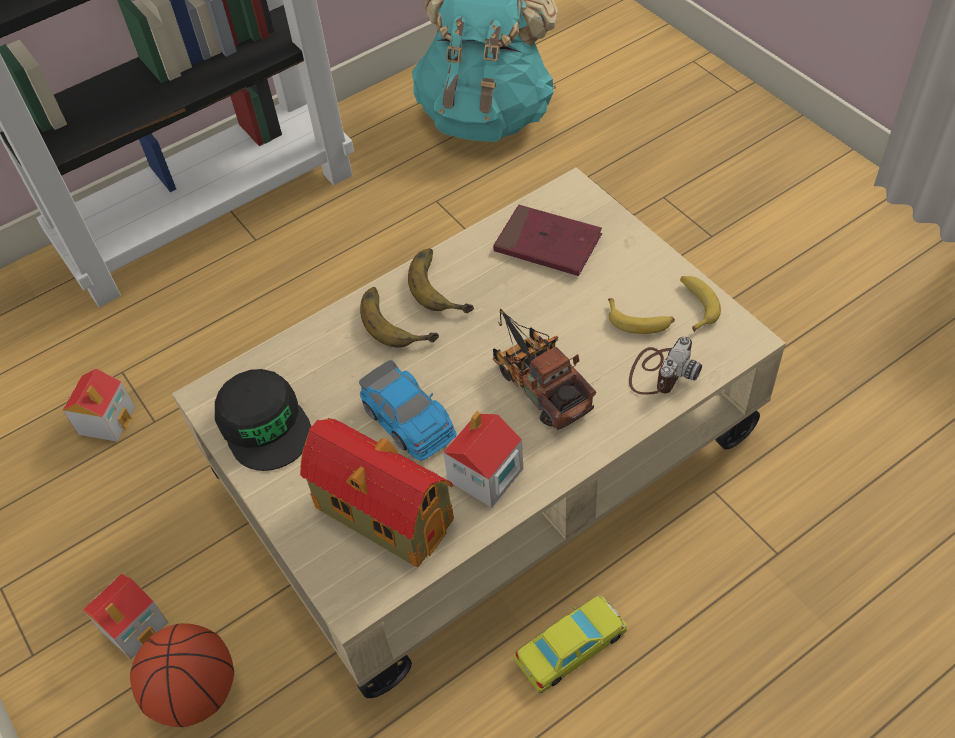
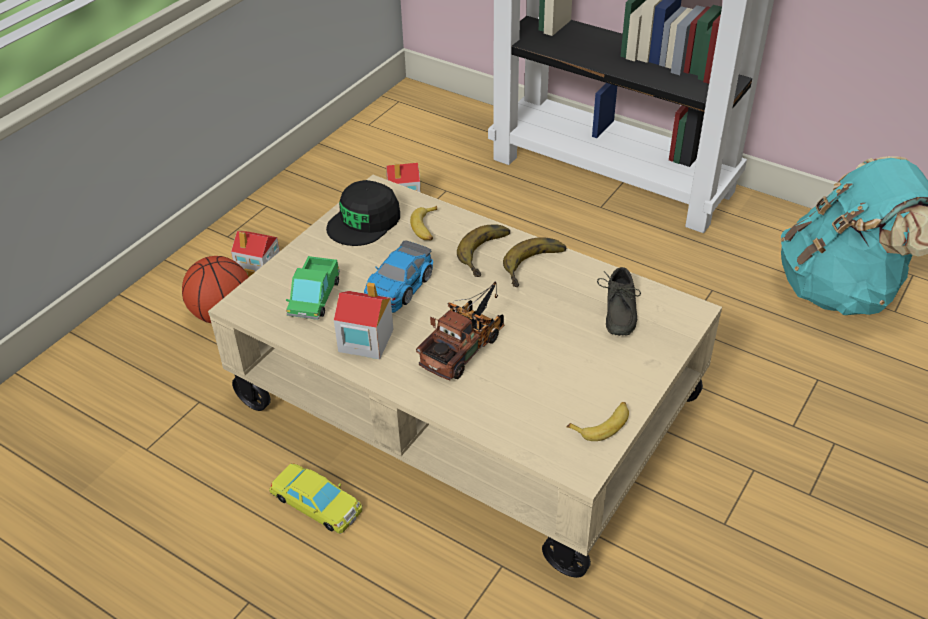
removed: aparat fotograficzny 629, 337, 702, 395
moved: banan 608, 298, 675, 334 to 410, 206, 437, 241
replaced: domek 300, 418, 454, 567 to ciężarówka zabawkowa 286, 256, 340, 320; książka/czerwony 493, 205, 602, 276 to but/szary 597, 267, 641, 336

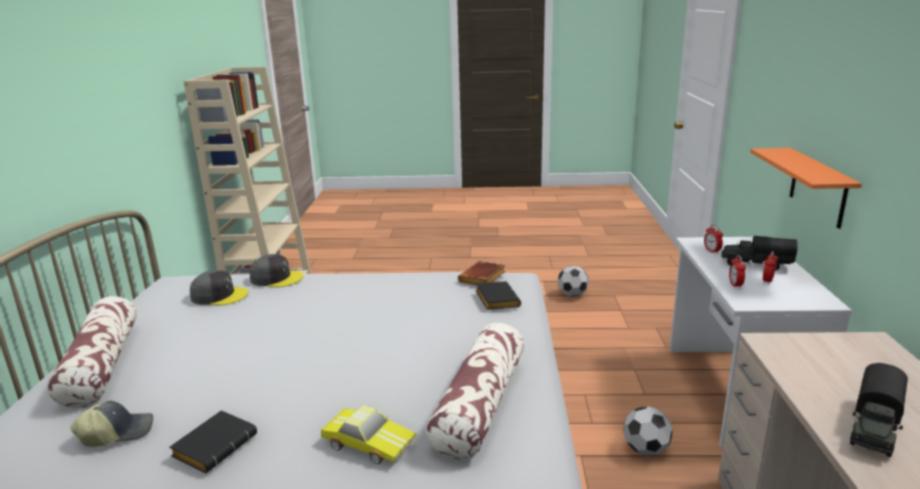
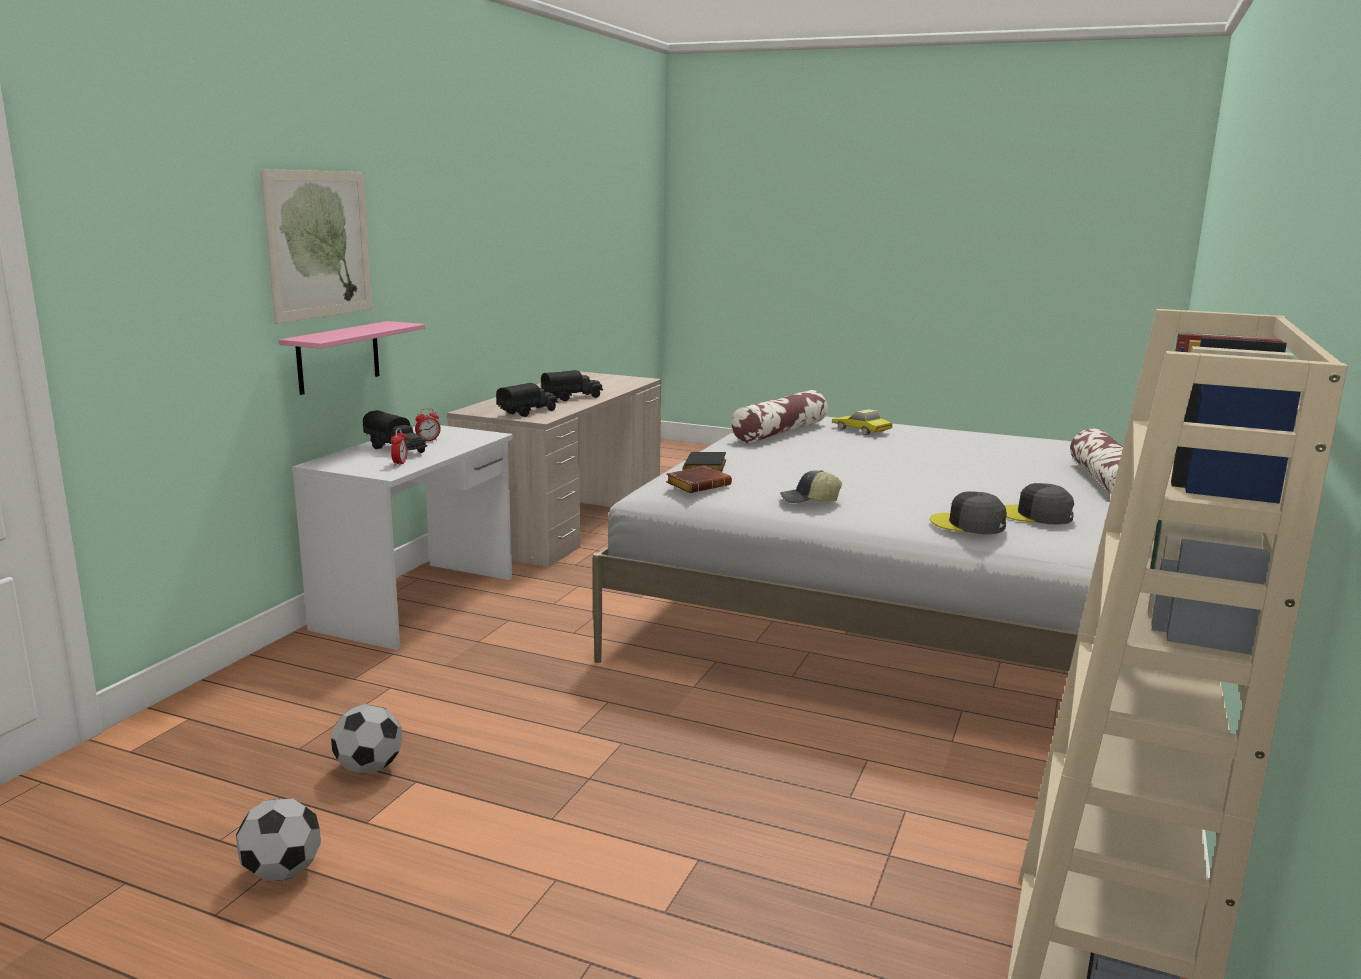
removed: książka/czarny 169, 410, 257, 473; budzik 729, 255, 746, 289
added: obraz 260, 169, 373, 324; ciężarówka zabawkowa 496, 383, 558, 417
moved: czapka z daszkiem 71, 400, 153, 447 to 780, 470, 842, 503; piłka futbolowa 623, 406, 673, 456 to 236, 798, 321, 882
recoloured: półka/pomarańczowy 750, 148, 862, 229 to półka/różowy 279, 321, 425, 395

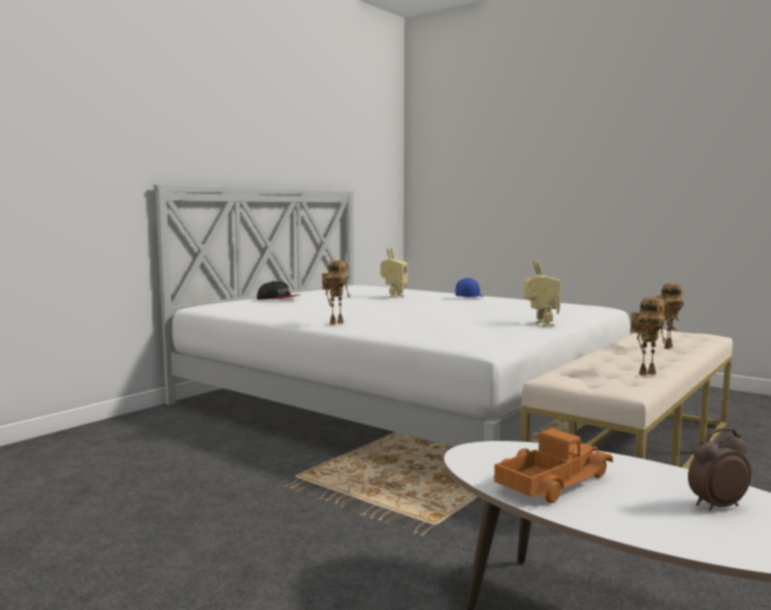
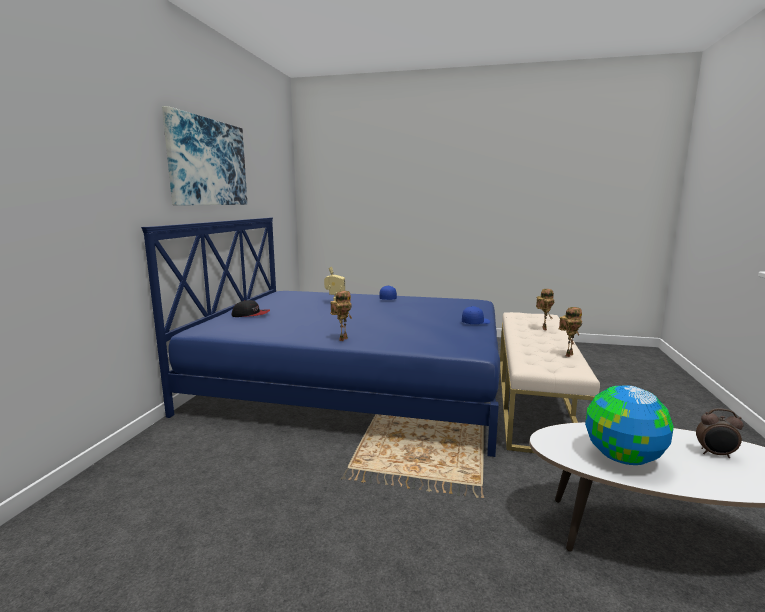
added: obraz 162, 106, 247, 205
replaced: ciężarówka zabawkowa 493, 428, 613, 503 to globus 585, 386, 674, 465; robot zabawkowy 523, 261, 561, 326 to czapka z daszkiem/niebieski 462, 306, 490, 324
recoloured: łóżko/biały 153, 185, 630, 447 to łóżko/niebieski 141, 217, 500, 457
turned: budzik 688, 427, 751, 511 = 696, 408, 744, 458 120 degrees counterclockwise

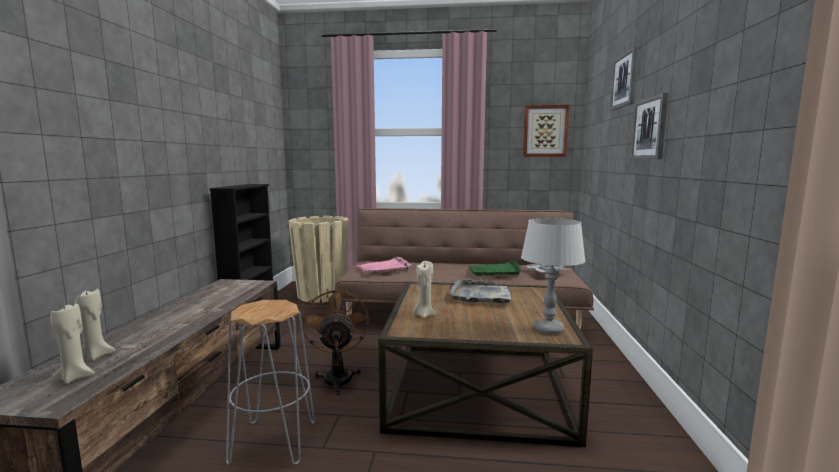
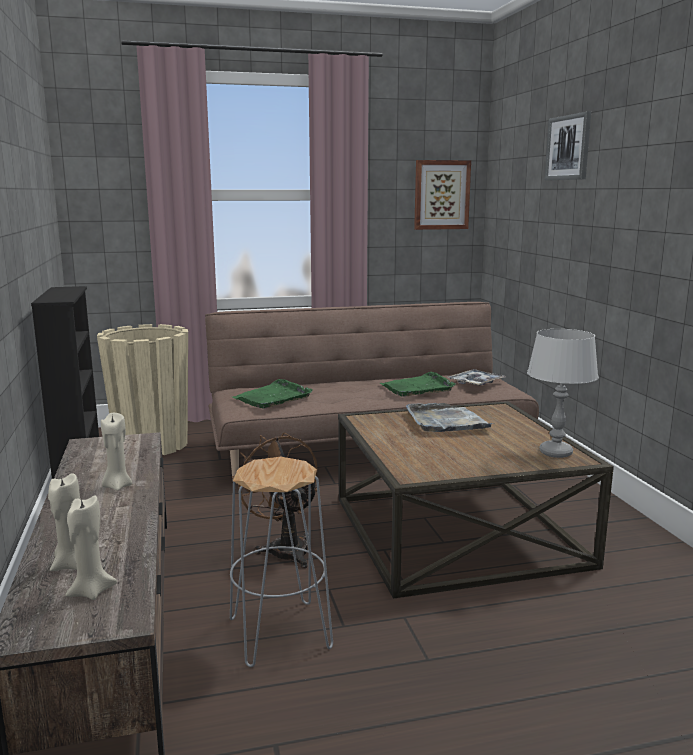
removed: obraz 630, 93, 668, 159
moved: świeca/beżowy 413, 261, 435, 318 to 101, 413, 132, 491
recoloured: taca/różowy 357, 257, 412, 274 to taca/zielony 233, 379, 313, 409

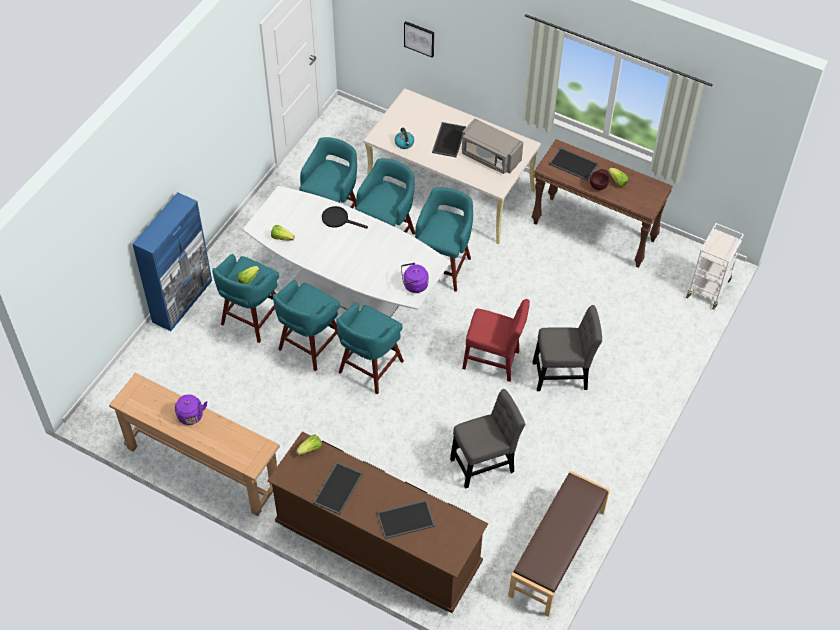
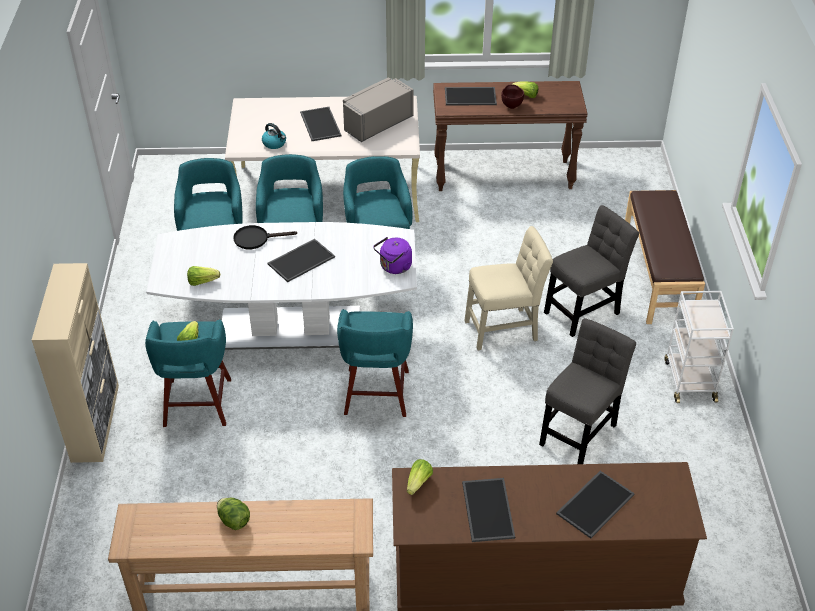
removed: stołek/turkusowy 273, 280, 340, 371; obraz 404, 21, 434, 58
added: taca 268, 239, 335, 282
moved: ławka/brązowy 508, 471, 610, 617 to 625, 190, 705, 324; wózek/biały 686, 223, 744, 310 to 665, 291, 734, 403
replaced: czajnik/fioletowy 175, 394, 207, 425 to sałata 217, 498, 250, 530
recoloured: szafka/niebieski 132, 192, 212, 331 to szafka/beżowy 32, 263, 119, 463; krzesło/czerwony 462, 299, 530, 382 to krzesło/beżowy 464, 226, 553, 350
turned: mikrofalówka/szary 462, 118, 523, 174 = 343, 77, 414, 142 135 degrees clockwise

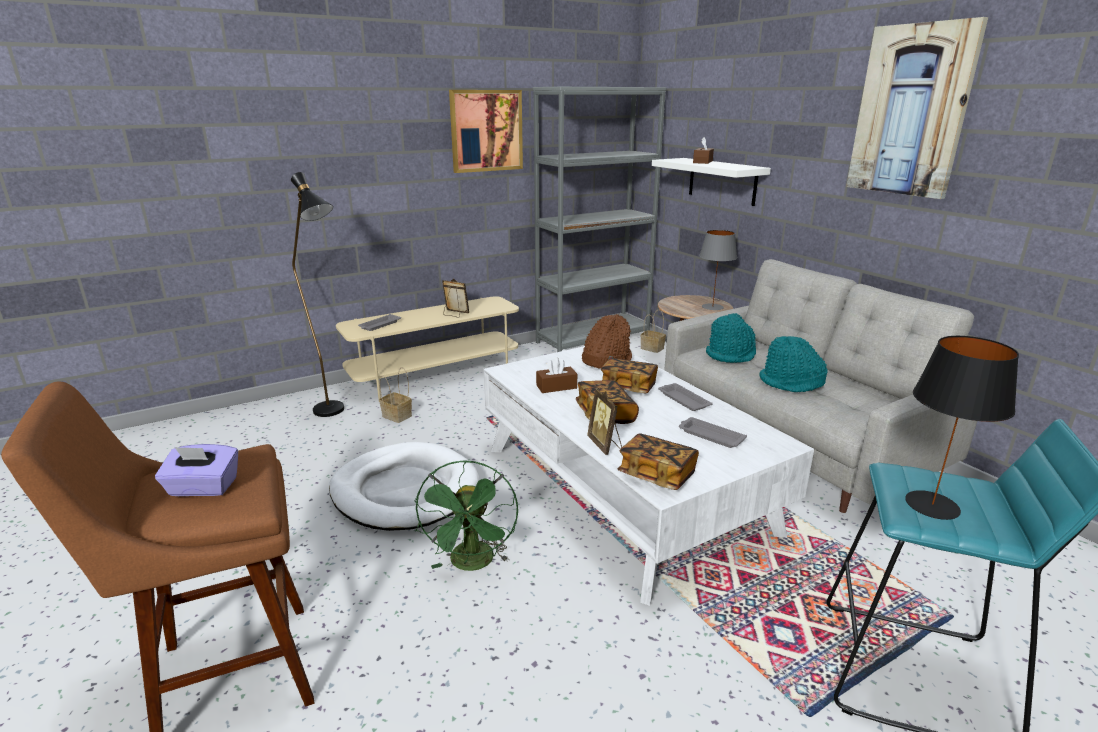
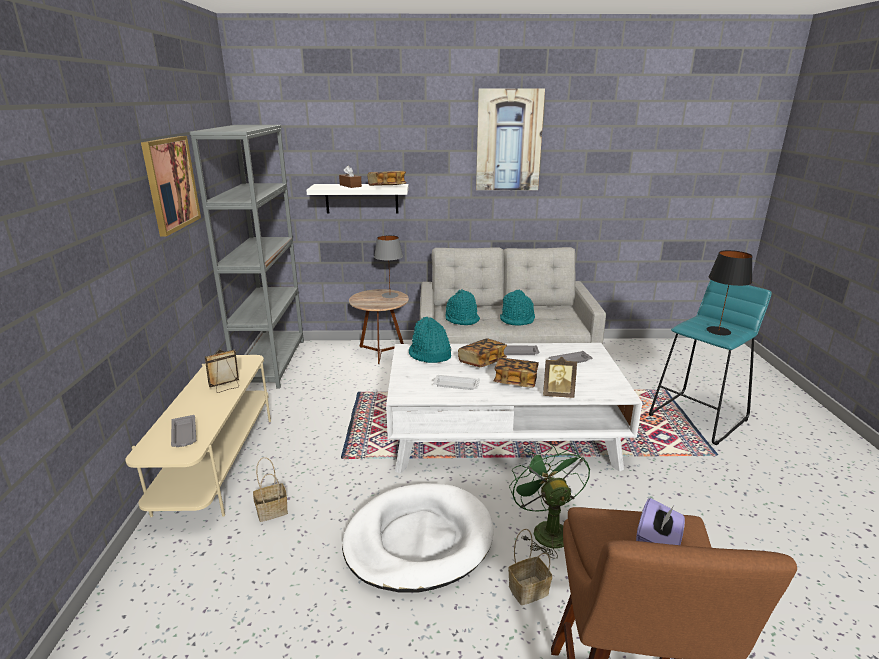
removed: lampa stojąca/czarny 291, 172, 344, 417
moved: książka 617, 433, 699, 490 to 367, 171, 406, 186; koszyk 640, 310, 666, 353 to 508, 529, 552, 605
replaced: pudełko chusteczek/brązowy 536, 357, 577, 393 to taca/biały 433, 375, 480, 390
recoloured: kapelusz/brązowy 582, 314, 632, 369 to kapelusz/turkusowy 409, 317, 451, 363
turned: wentylator/zielony 415, 460, 518, 571 = 509, 444, 590, 559 135 degrees counterclockwise

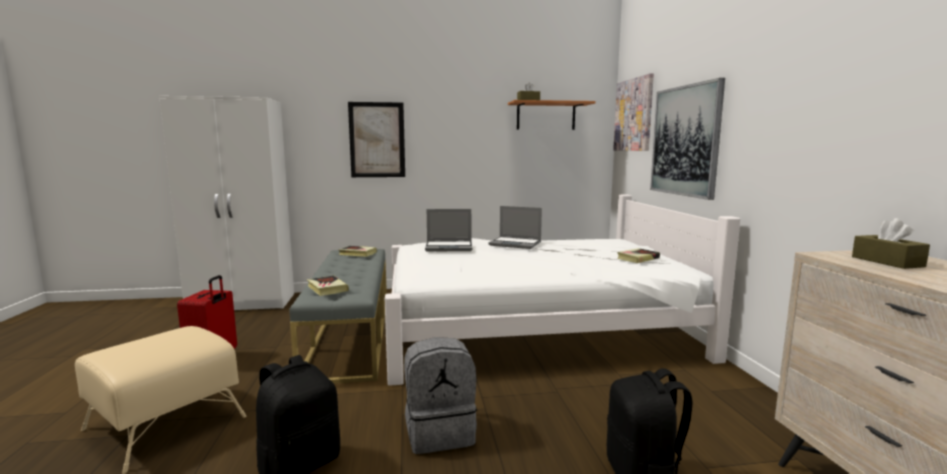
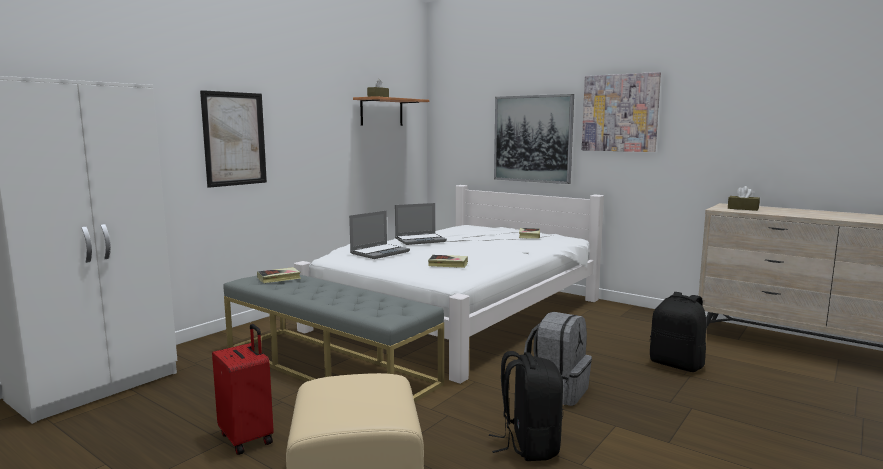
moved: książka 307, 275, 349, 296 to 428, 255, 468, 268; obraz 613, 73, 654, 151 to 582, 72, 661, 152

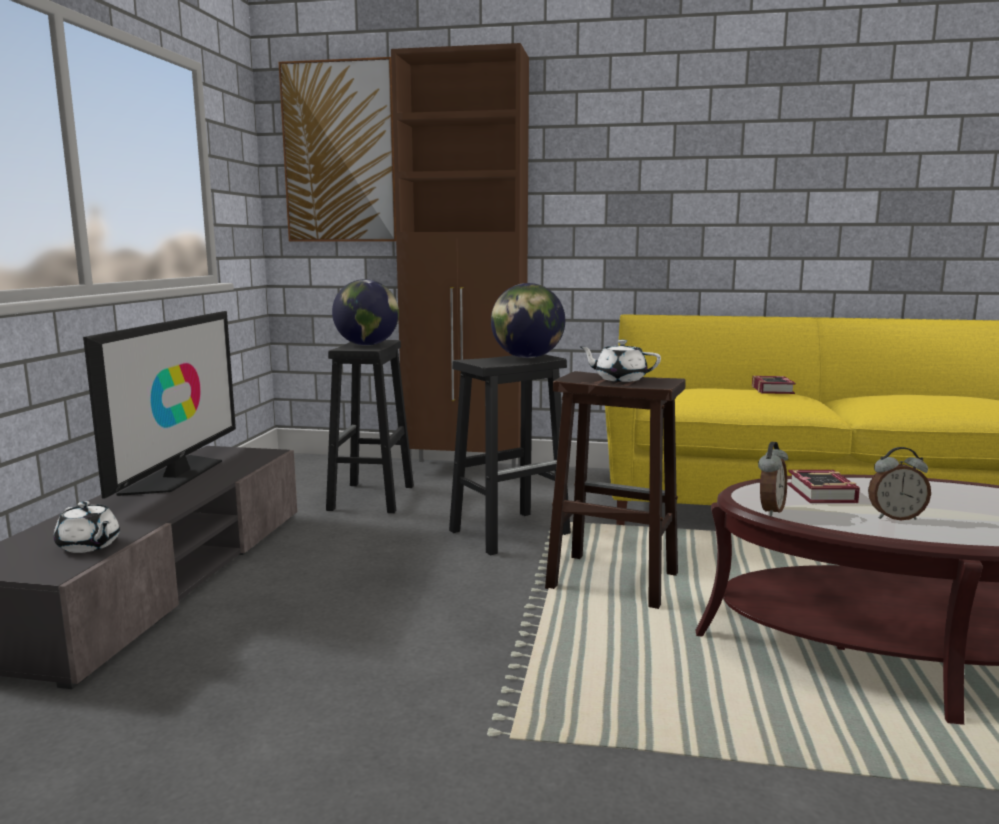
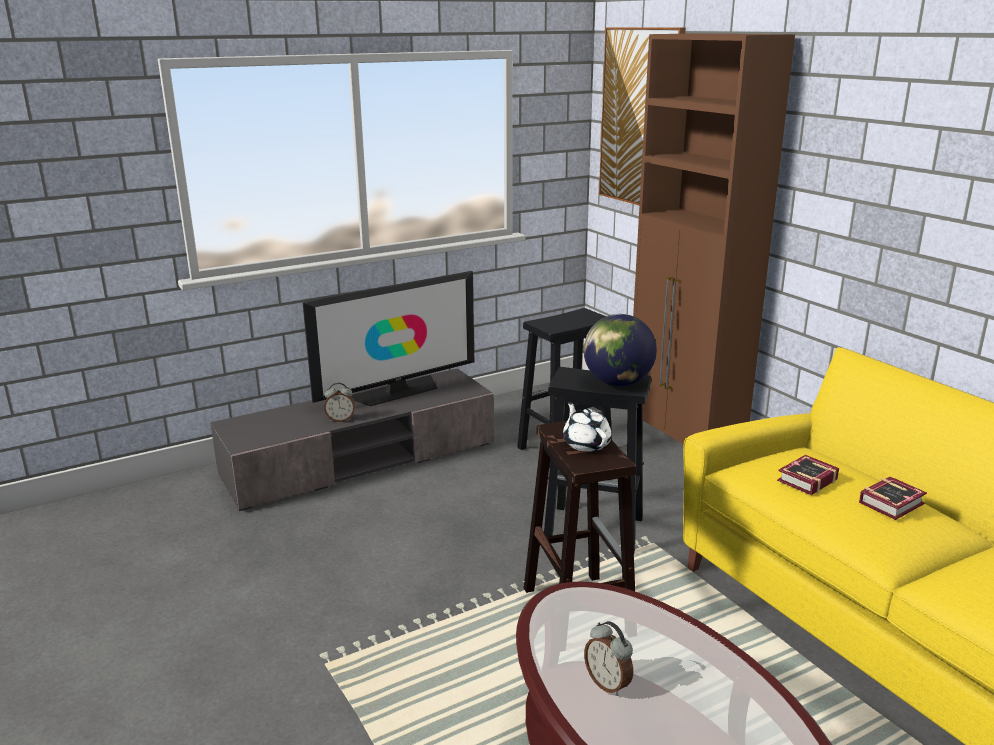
removed: imbryk/biały 54, 501, 120, 553; globus 332, 279, 399, 346
moved: budzik 758, 442, 788, 516 to 324, 383, 355, 422; książka 787, 470, 860, 503 to 777, 455, 839, 495

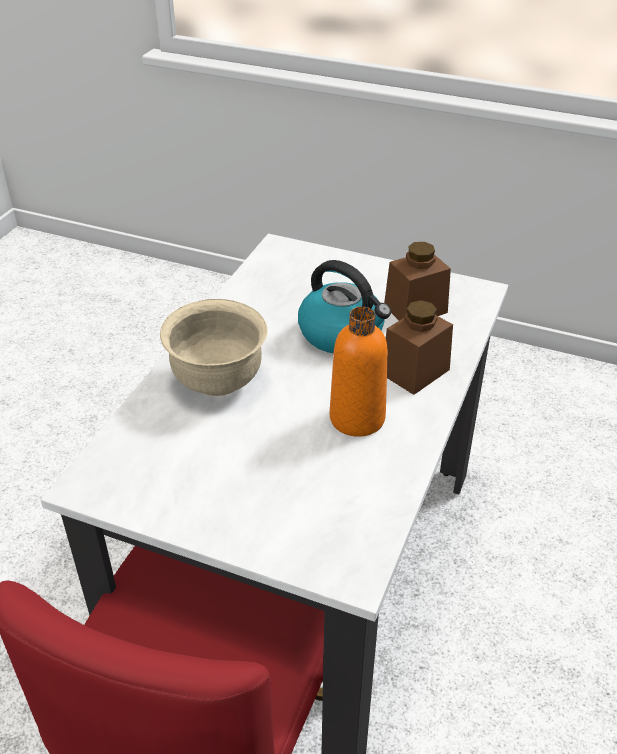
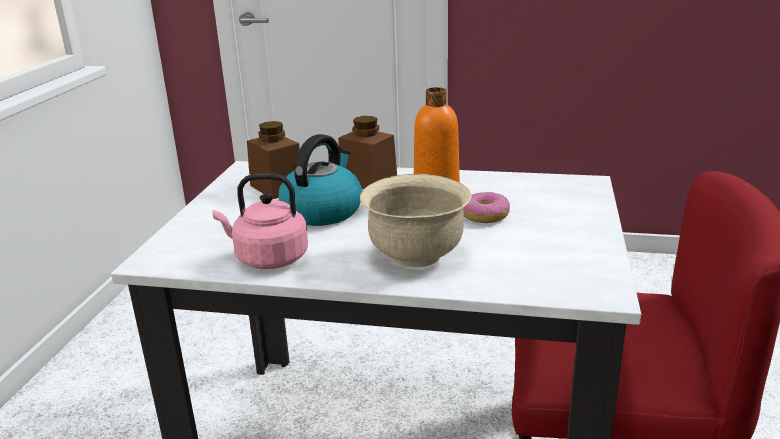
added: czajnik/różowy 213, 173, 308, 269; donut 463, 192, 510, 223

